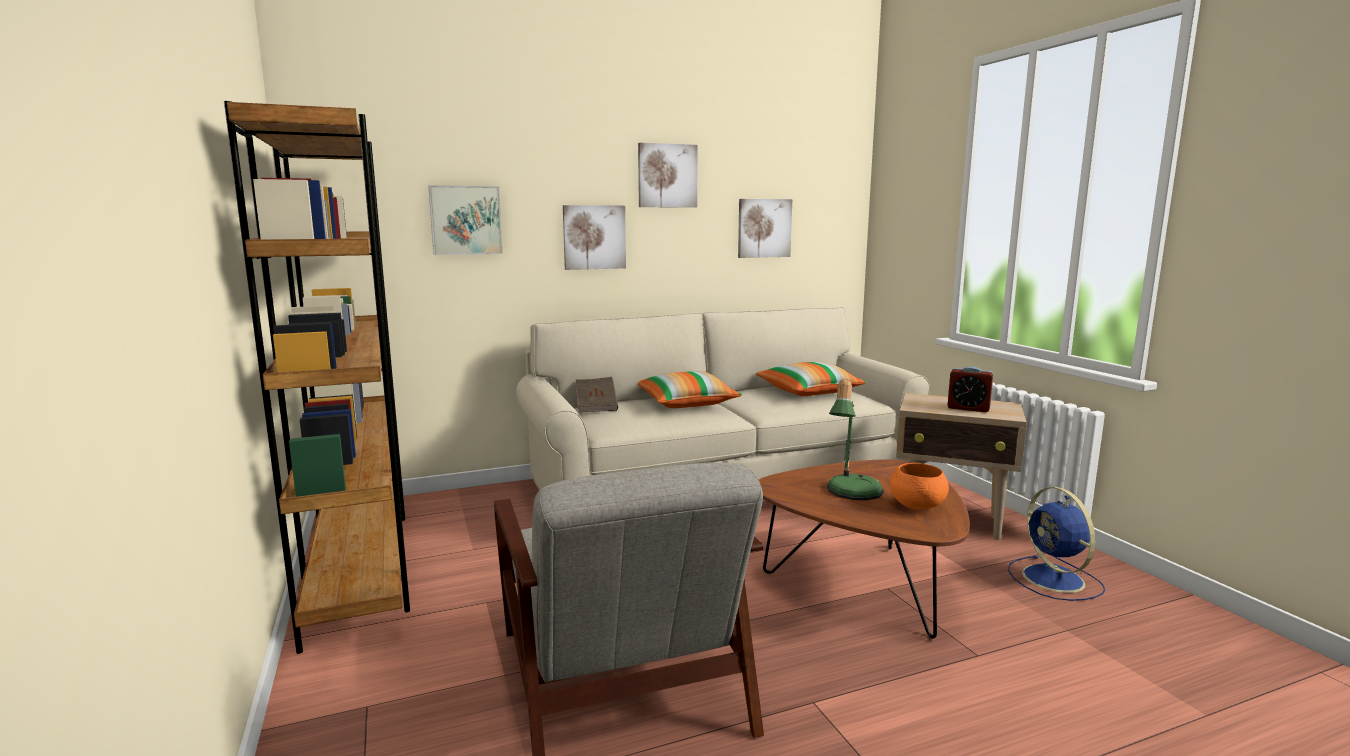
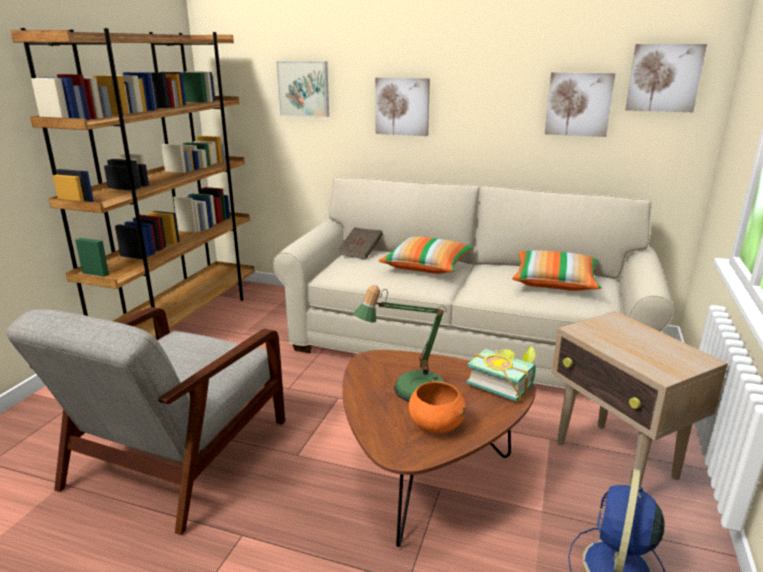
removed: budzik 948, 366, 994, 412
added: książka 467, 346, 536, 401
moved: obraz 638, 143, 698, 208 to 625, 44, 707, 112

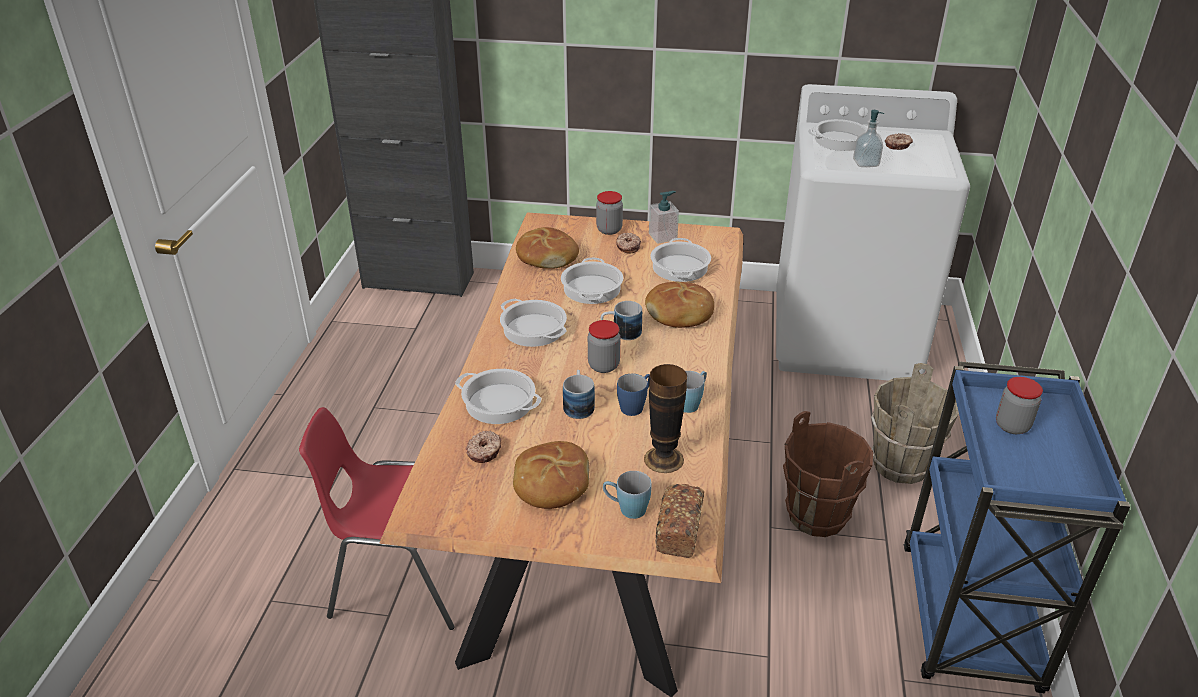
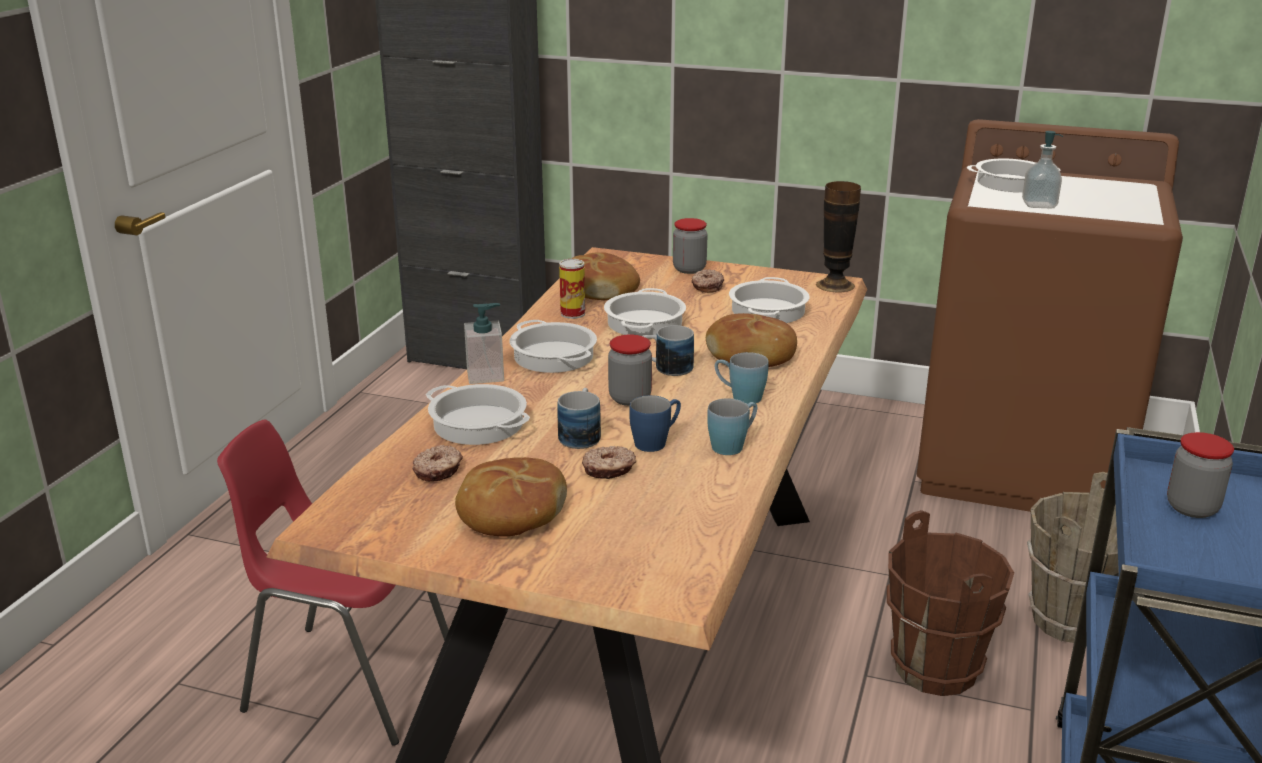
removed: chleb 655, 484, 704, 558
added: puszka 559, 259, 585, 319
moved: kubek/niebieski 603, 471, 652, 519 to 715, 352, 769, 404; wazon 644, 364, 687, 473 to 816, 181, 861, 292; dozownik mydła 649, 191, 679, 244 to 464, 303, 504, 384; donut 885, 133, 913, 150 to 582, 446, 636, 479
recoloured: pralka/biały 776, 84, 970, 381 to pralka/brązowy 917, 119, 1183, 512

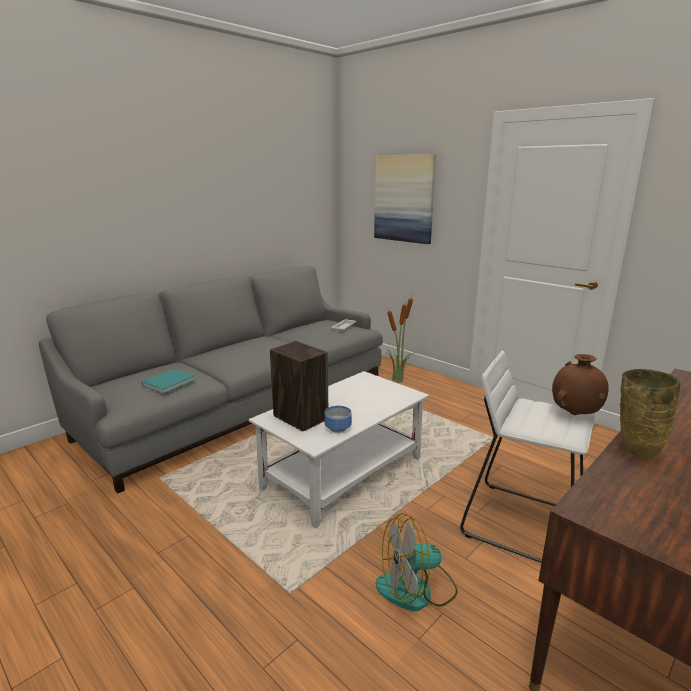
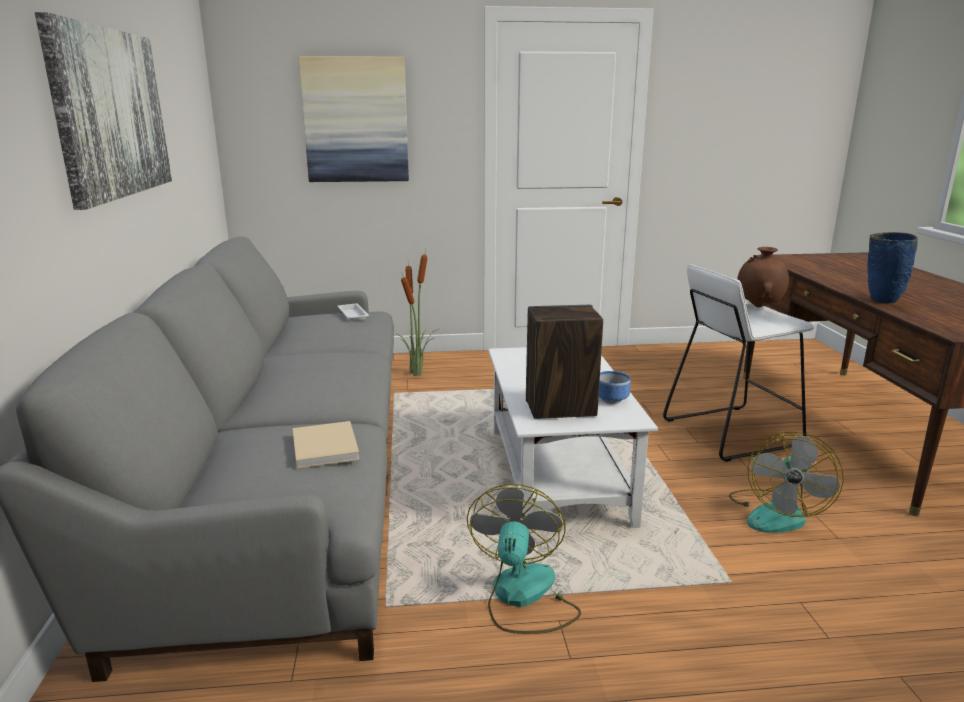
added: obraz 35, 12, 172, 210; wentylator 467, 484, 581, 634
recoloured: książka/turkusowy 142, 369, 196, 394 to książka/beżowy 293, 421, 360, 469; wazon/beżowy 620, 369, 681, 458 to wazon/niebieski 867, 232, 918, 303

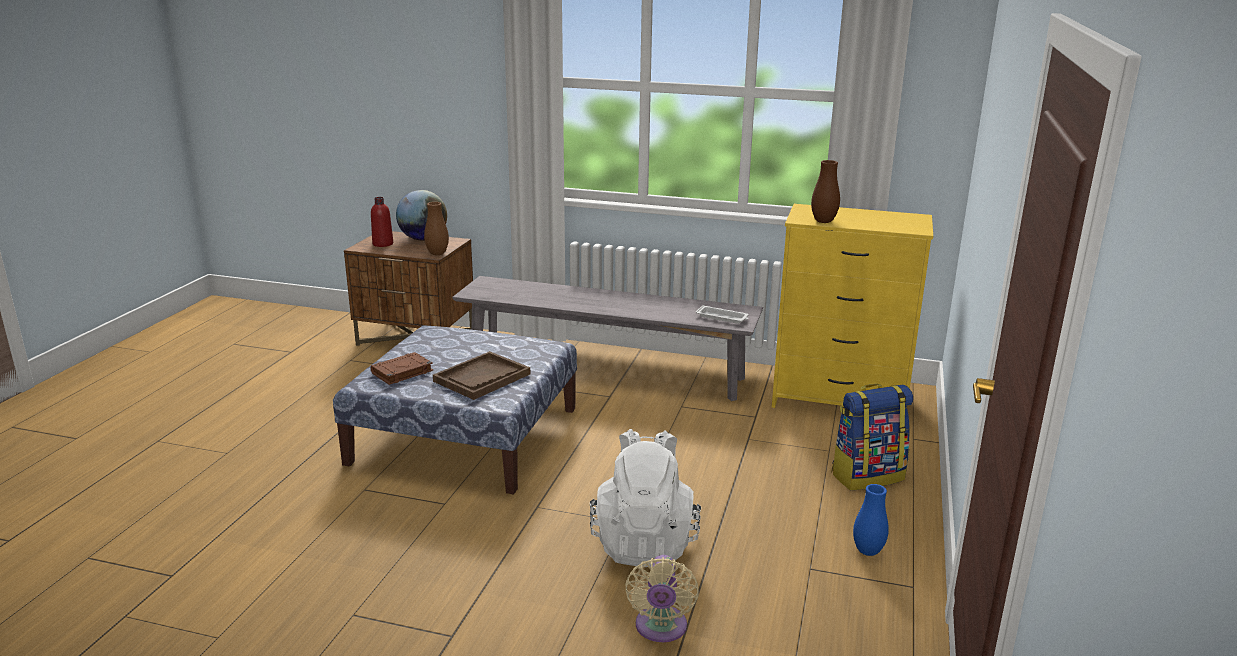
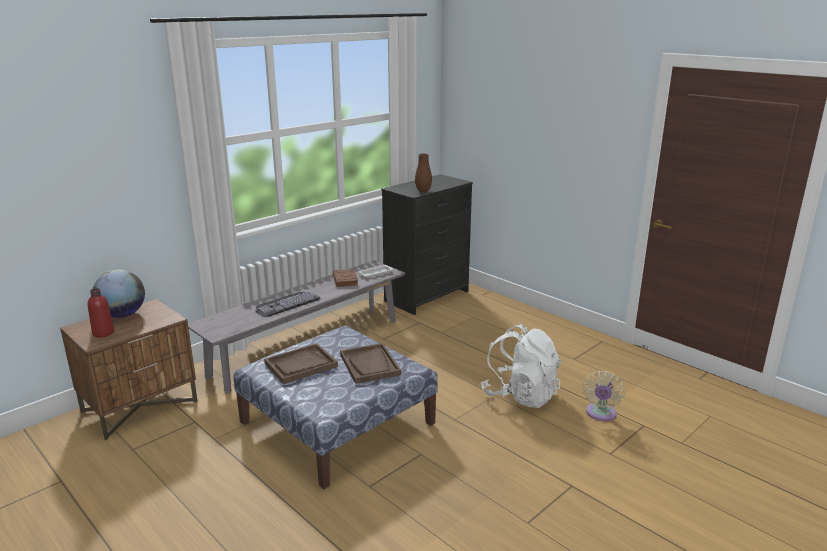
removed: wazon/brązowy 424, 202, 449, 255; plecak 831, 384, 913, 490; wazon/niebieski 853, 484, 889, 556
added: klawiatura 255, 291, 321, 317; taca/brązowy 264, 343, 338, 384
moved: książka/brązowy 371, 352, 433, 385 to 333, 269, 358, 287
recoloured: komoda/żółty 772, 204, 933, 408 to komoda/czarny 381, 174, 473, 315
turned: wentylator/beżowy 625, 555, 699, 642 = 583, 371, 625, 421 75 degrees clockwise

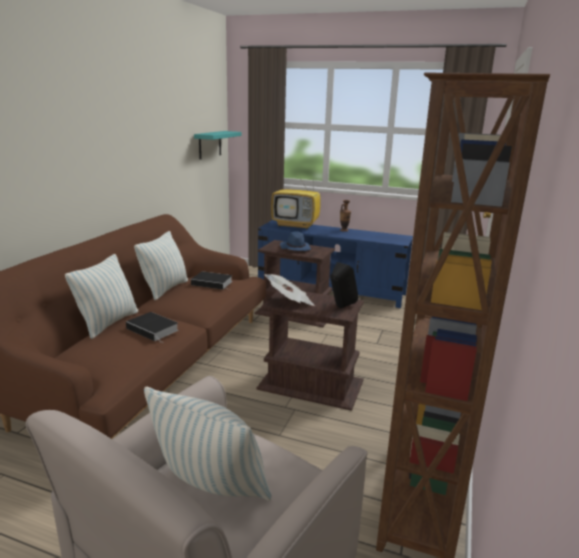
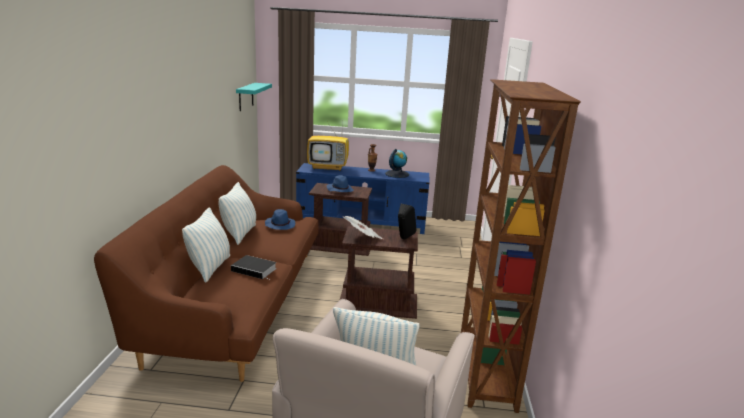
added: globus 385, 149, 409, 178
replaced: książka 191, 271, 233, 290 to kapelusz/niebieski 265, 209, 295, 230

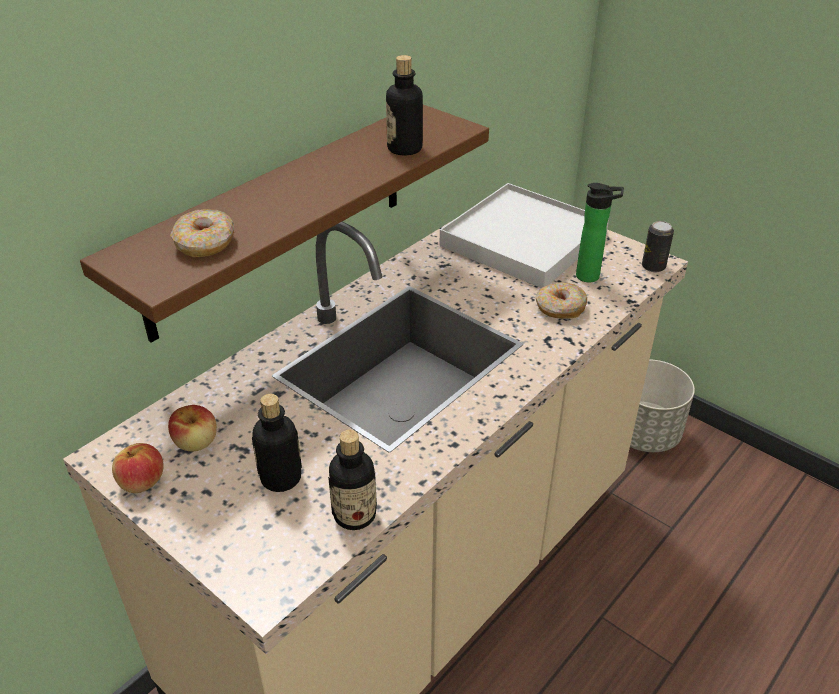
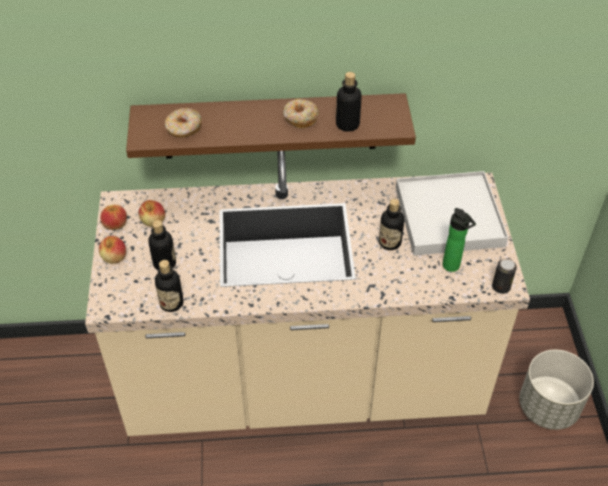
added: jabłko 99, 236, 126, 264; butelka 379, 199, 404, 250
moved: donut 536, 282, 587, 319 to 283, 99, 319, 128

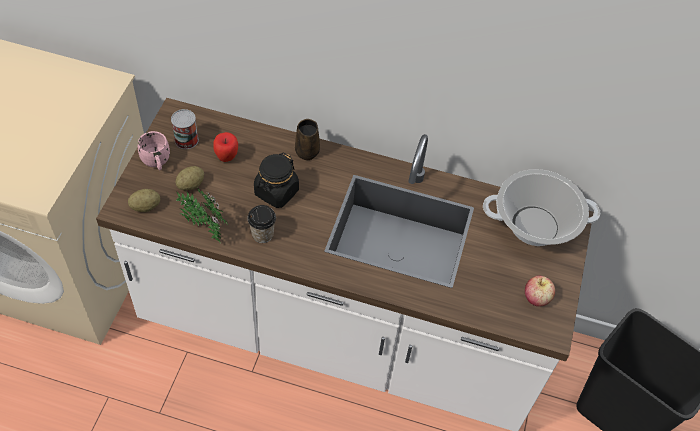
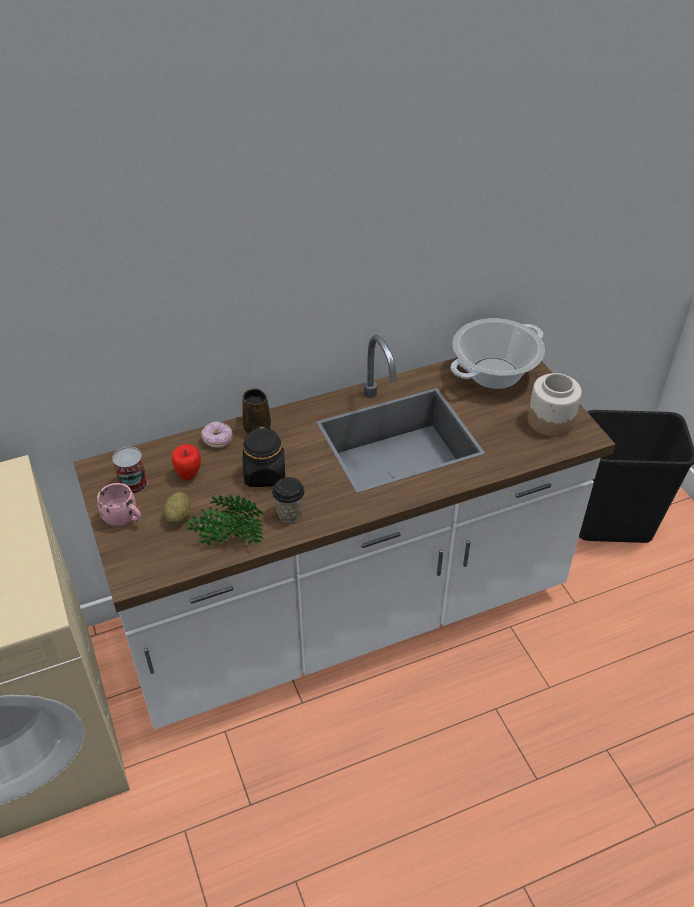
removed: ziemniak 128, 189, 160, 212
added: donut 201, 421, 233, 448
replaced: jabłko 525, 276, 555, 307 to słoik 528, 373, 582, 437

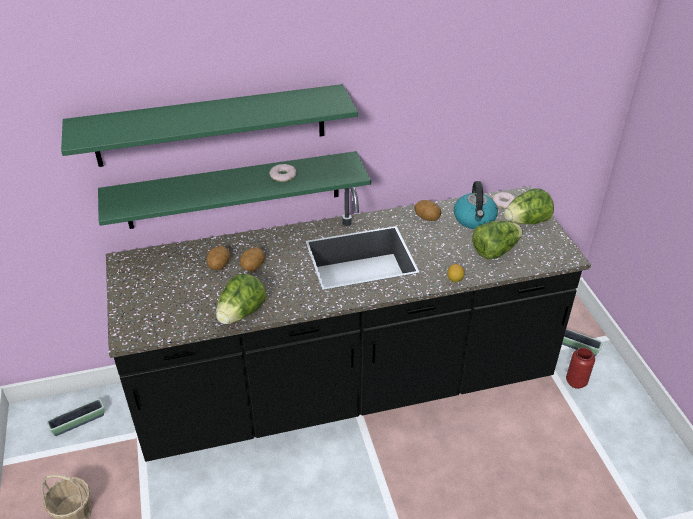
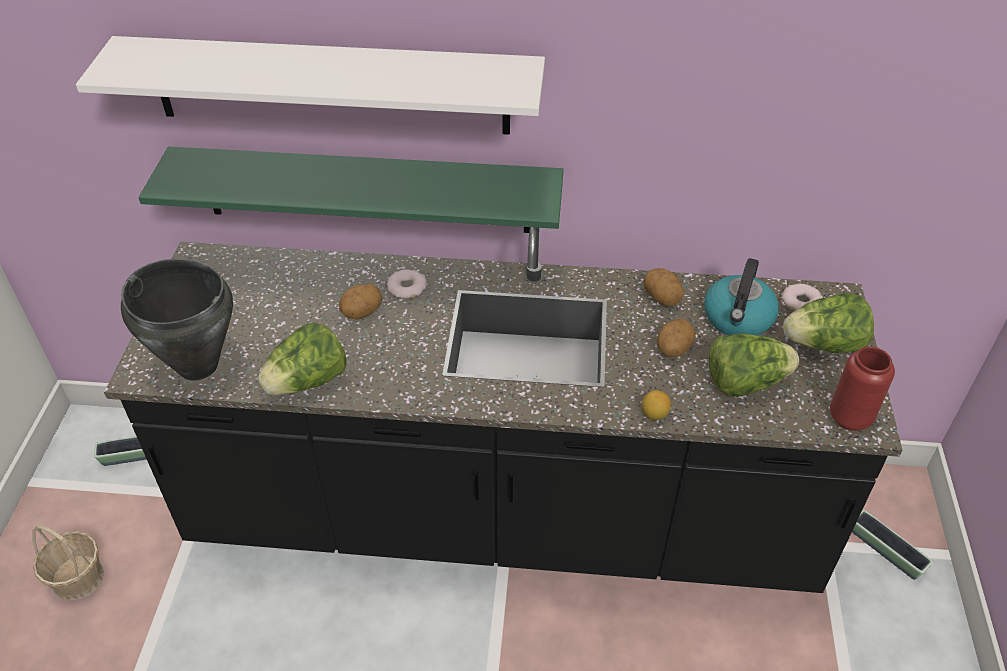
added: garnek/czarny 121, 259, 233, 381
moved: ziemniak 207, 246, 230, 270 to 657, 319, 695, 357; donut 270, 164, 297, 182 to 387, 269, 427, 299; wazon/czerwony 566, 348, 595, 389 to 830, 346, 895, 431
recoloured: półka/zielony 61, 84, 358, 167 to półka/biały 76, 36, 545, 135

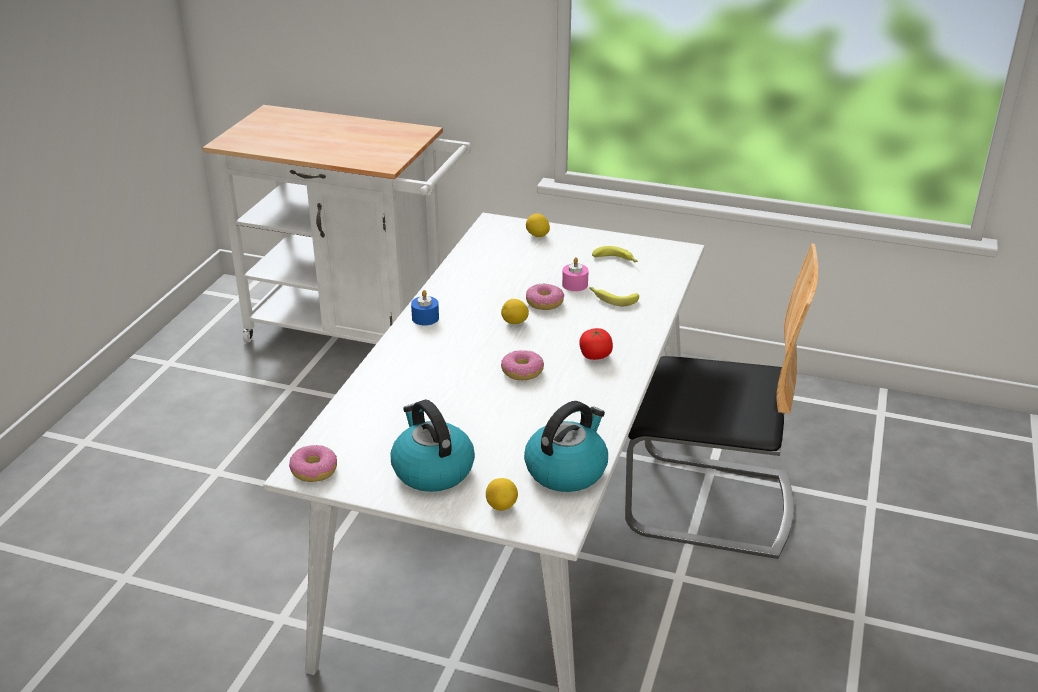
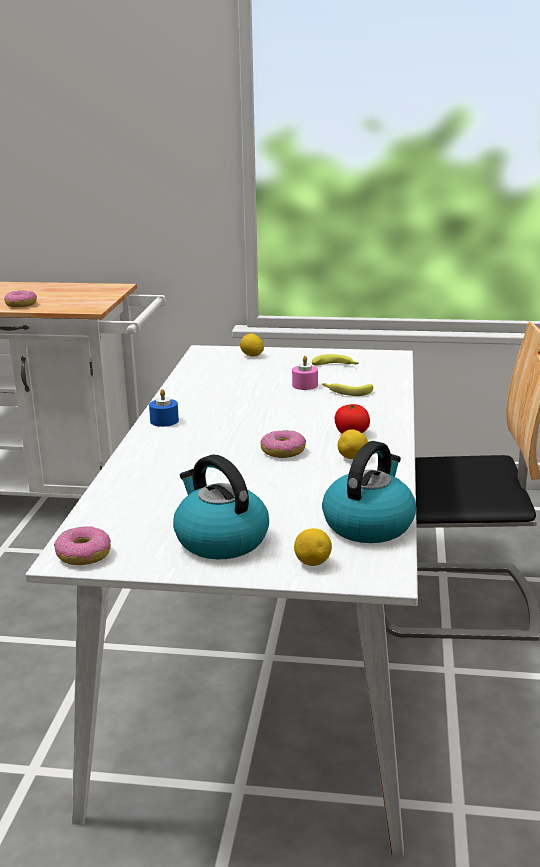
moved: cytryna 501, 299, 529, 324 to 338, 429, 368, 459; donut 526, 283, 564, 310 to 4, 291, 37, 307

